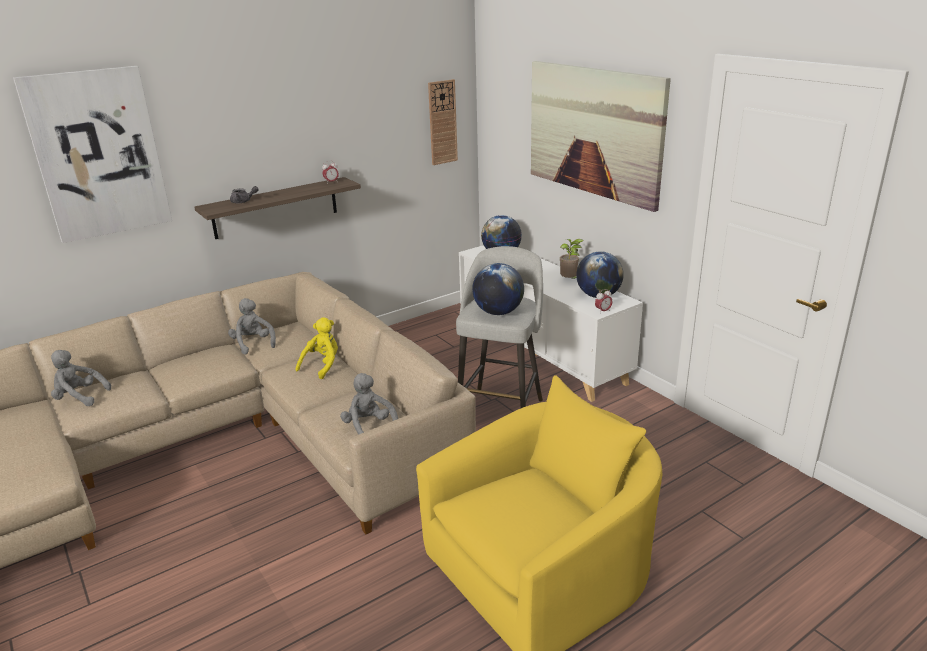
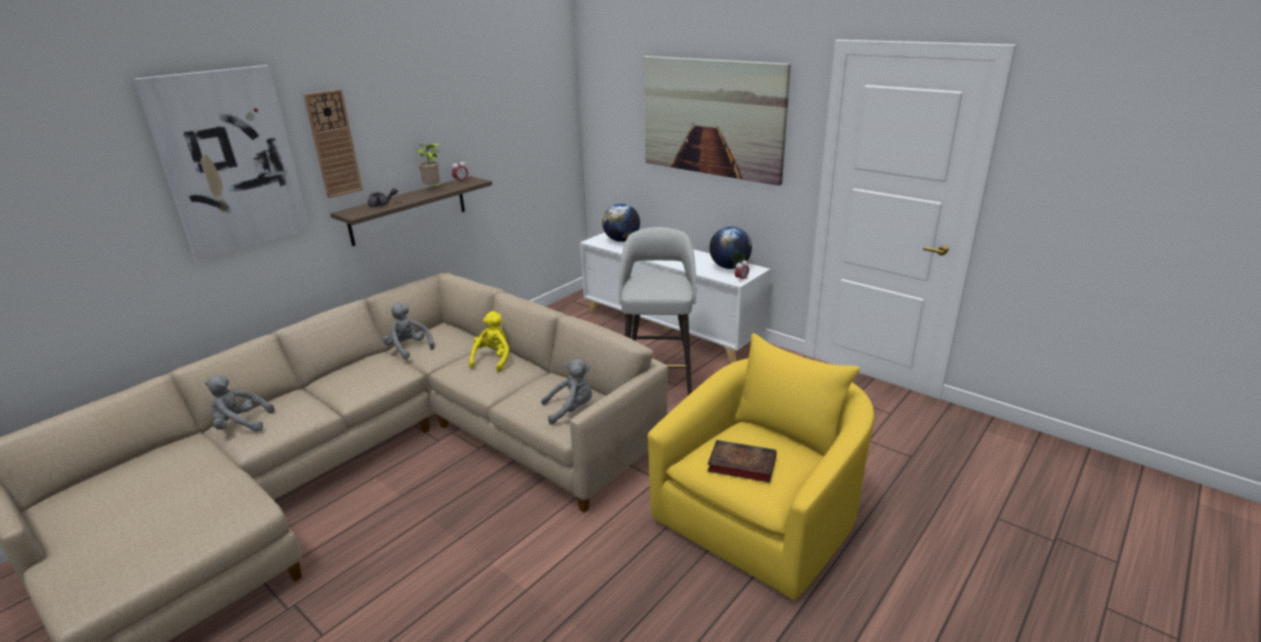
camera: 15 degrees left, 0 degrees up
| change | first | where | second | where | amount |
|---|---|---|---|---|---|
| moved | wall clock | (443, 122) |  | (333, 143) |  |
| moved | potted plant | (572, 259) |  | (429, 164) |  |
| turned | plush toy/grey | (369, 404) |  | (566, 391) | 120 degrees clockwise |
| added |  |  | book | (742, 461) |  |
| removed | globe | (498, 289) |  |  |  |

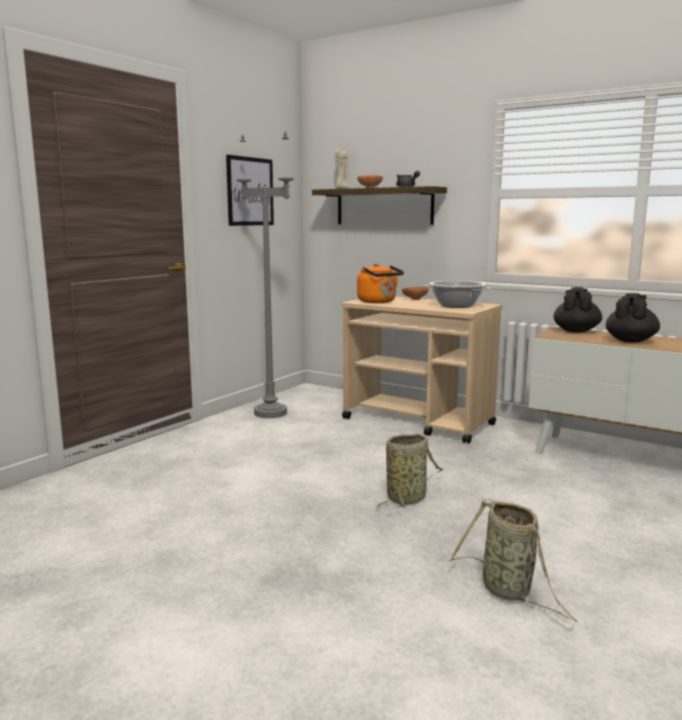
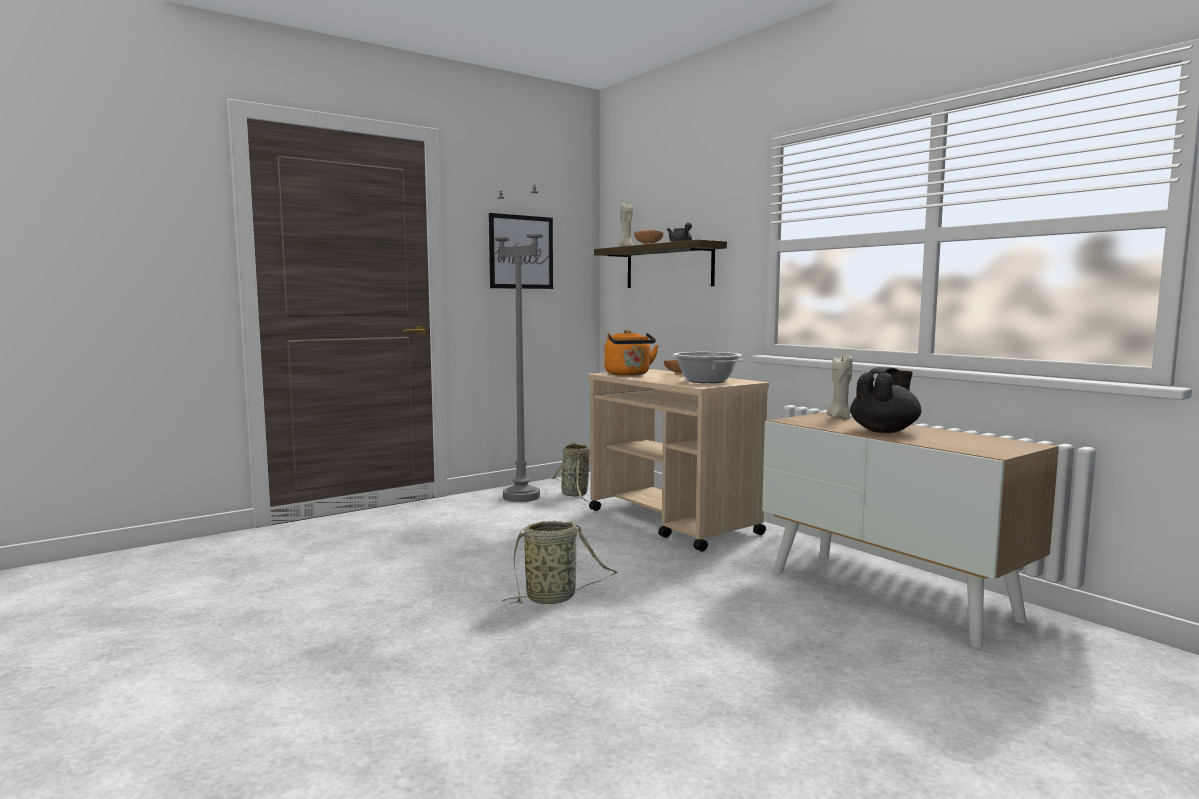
camera: 20 degrees right, 5 degrees down
| change | first | where | second | where | amount |
|---|---|---|---|---|---|
| moved | basket | (513, 560) |  | (571, 472) |  |
| replaced | teapot/black | (577, 310) | candle/beige | (839, 387) |  |

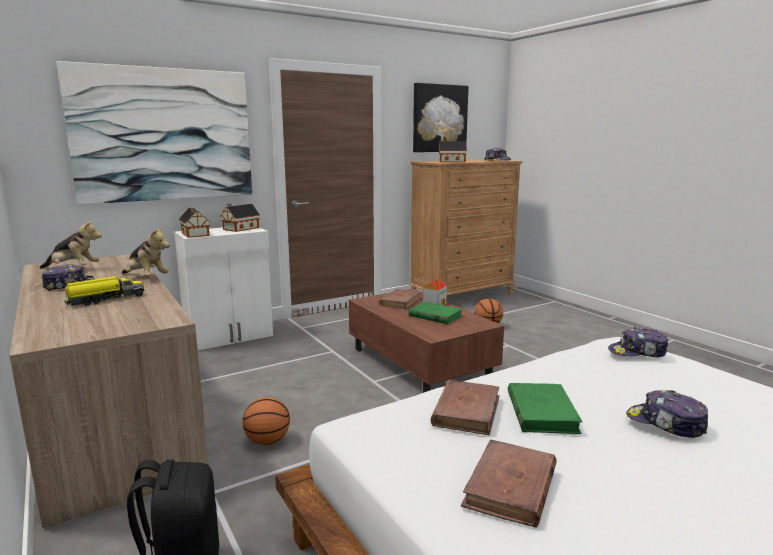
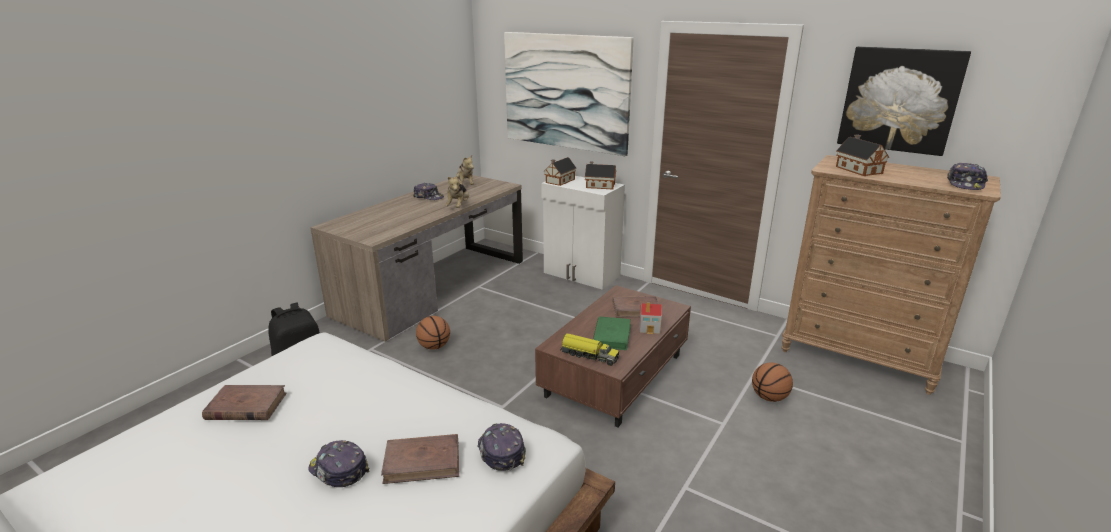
camera: 65 degrees right, 10 degrees up
| change | first | where | second | where | amount |
|---|---|---|---|---|---|
| turned | cap | (667, 414) |  | (338, 463) | 75 degrees counterclockwise |
| moved | book/brown | (465, 407) |  | (420, 459) |  |
| moved | toy truck | (103, 291) |  | (589, 349) |  |
| removed | book/green | (545, 408) |  |  |  |

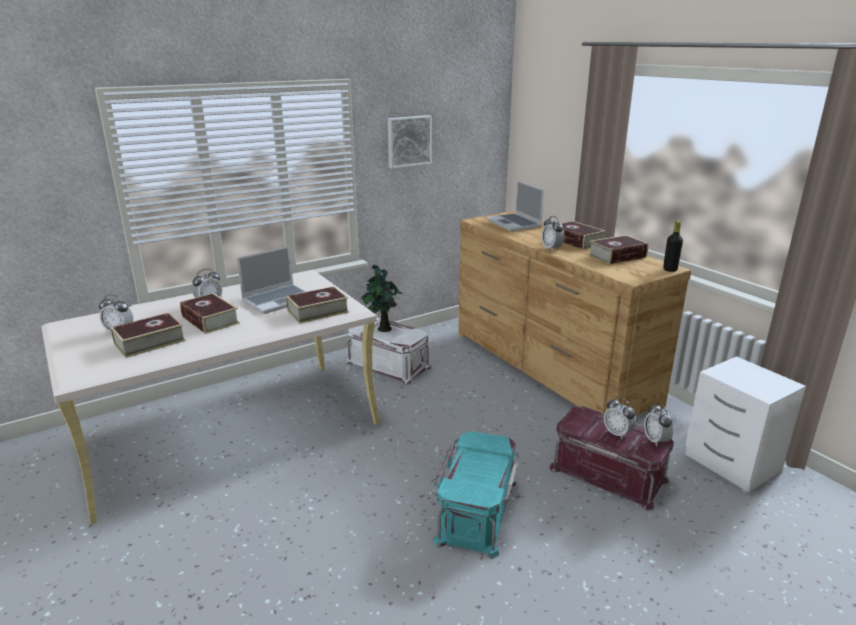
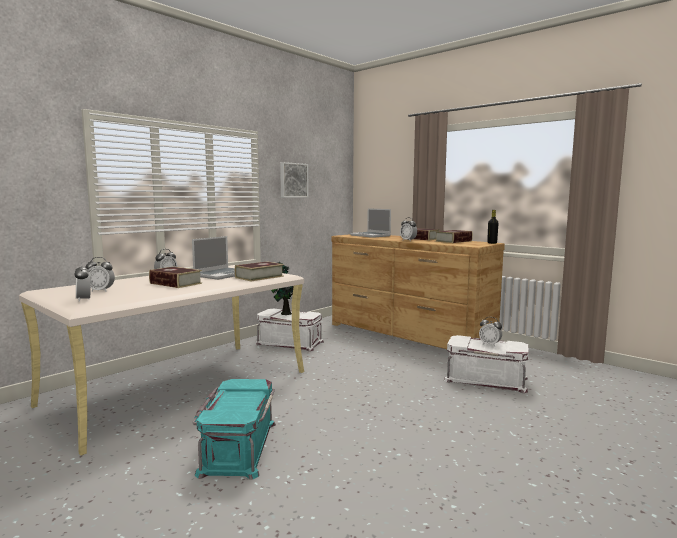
camera: 15 degrees left, 15 degrees down
| change | first | where | second | where | amount |
|---|---|---|---|---|---|
| moved | alarm clock | (659, 425) |  | (83, 282) |  |
| moved | storage box/turquoise | (475, 495) |  | (234, 429) |  |
| recoloured | storage box/red | (611, 458) | storage box/white | (486, 364) |  |
| removed | book | (148, 335) |  |  |  |
| removed | nightstand/white | (745, 424) |  |  |  |

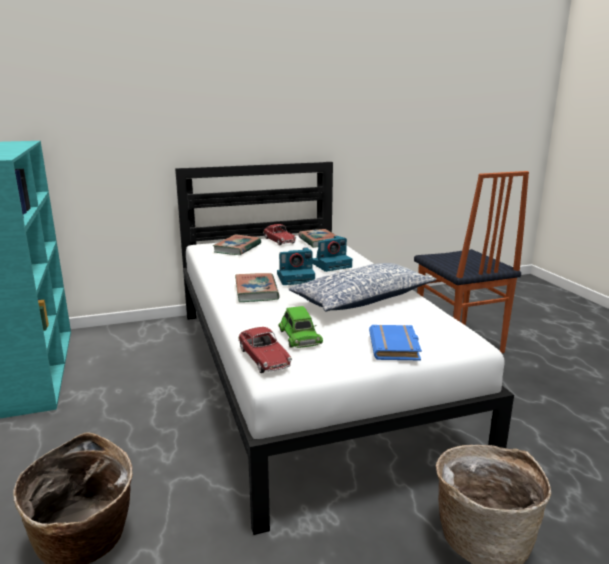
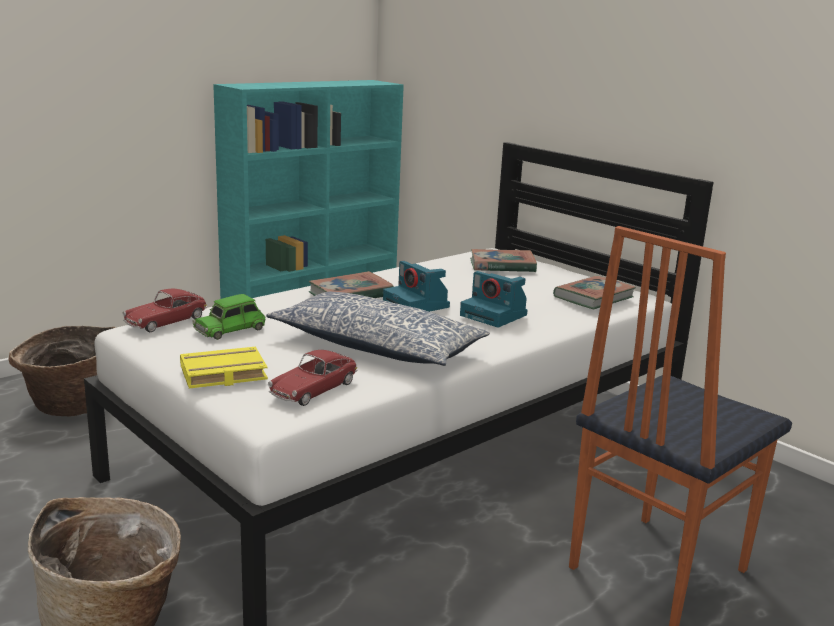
camera: 65 degrees right, 0 degrees up
| change | first | where | second | where | amount |
|---|---|---|---|---|---|
| recoloured | book/blue | (395, 342) | book/yellow | (224, 367) |  |
| moved | toy car | (279, 235) |  | (312, 378) |  |

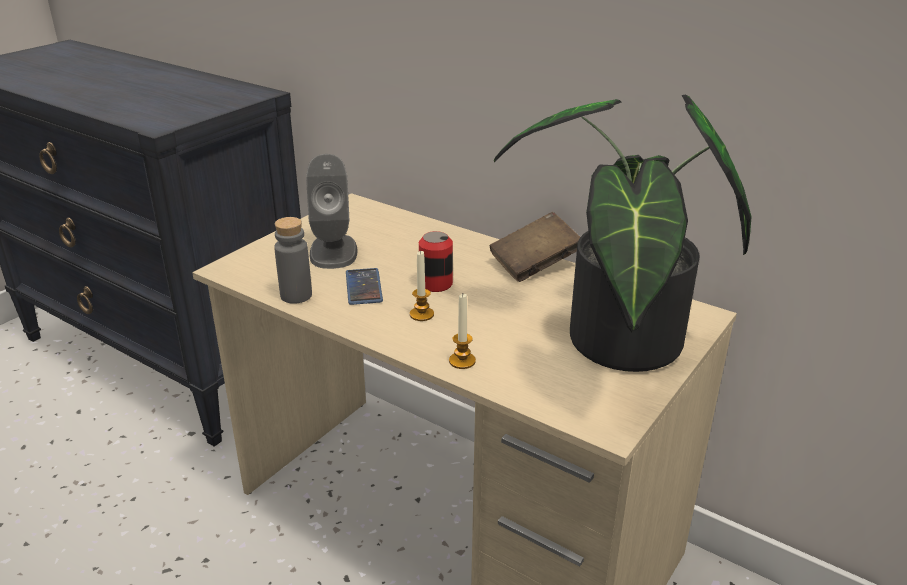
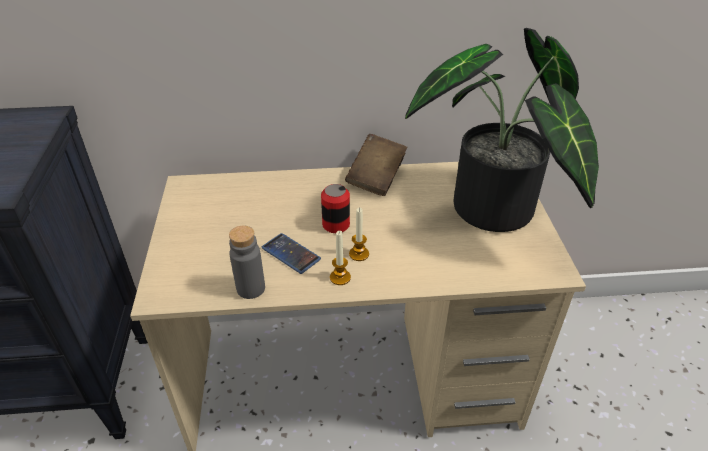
camera: 40 degrees left, 10 degrees up
| change | first | where | second | where | amount |
|---|---|---|---|---|---|
| moved | candle | (462, 331) |  | (340, 258) |  |
| removed | speaker/grey | (332, 211) |  |  |  |

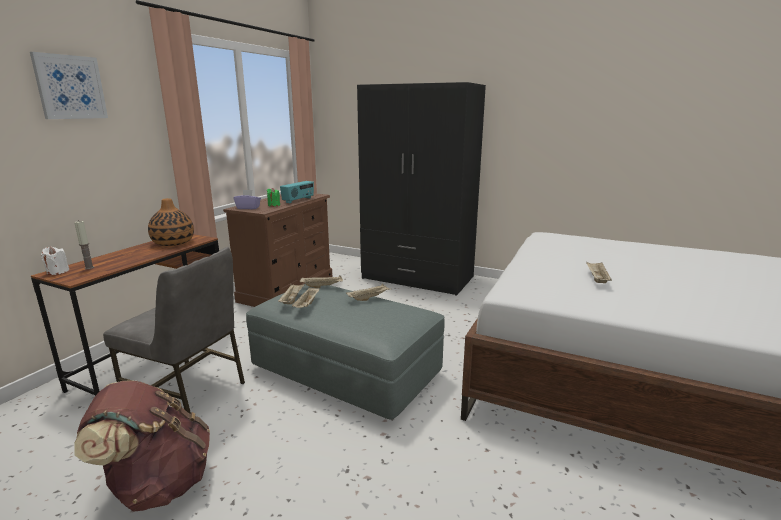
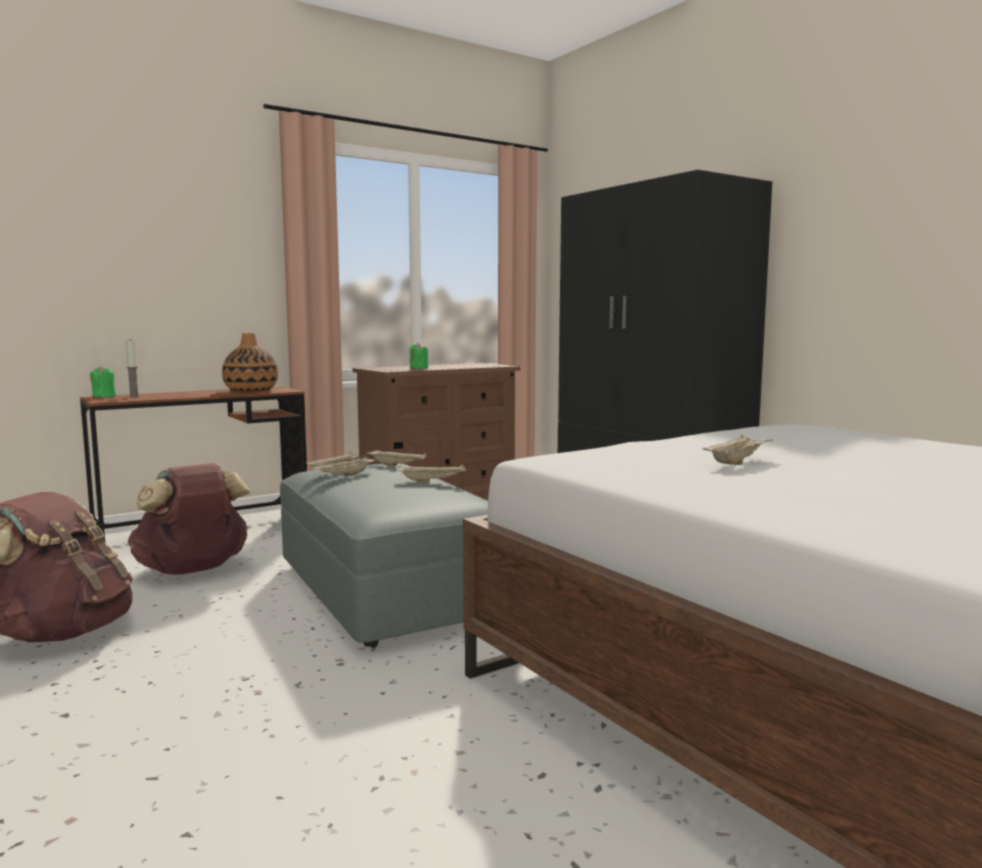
camera: 30 degrees right, 10 degrees down
| change | first | where | second | where | amount |
|---|---|---|---|---|---|
| recoloured | candle/white | (55, 261) | candle/green | (103, 382) |  |
| replaced | chair/grey | (174, 330) | backpack/brown | (189, 519) |  |
| removed | picture | (69, 85) |  |  |  |
| removed | tissue box/purple | (247, 199) |  |  |  |
| removed | radio | (297, 192) |  |  |  |

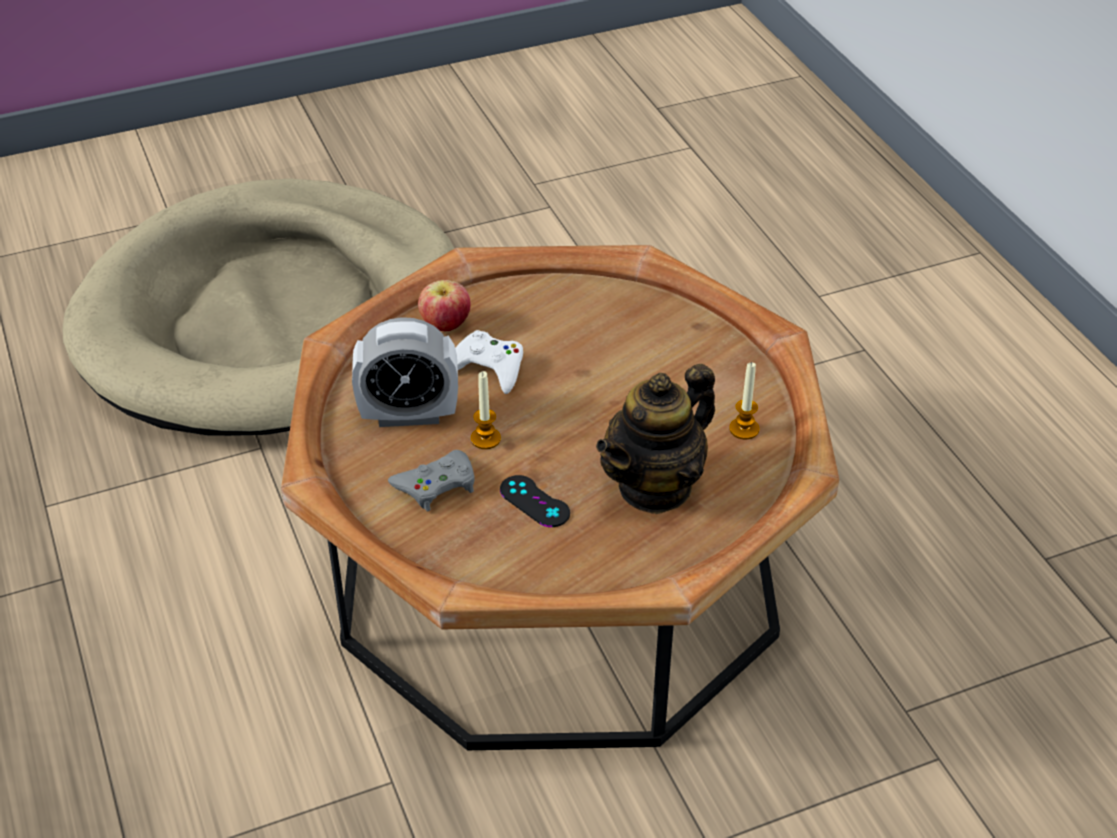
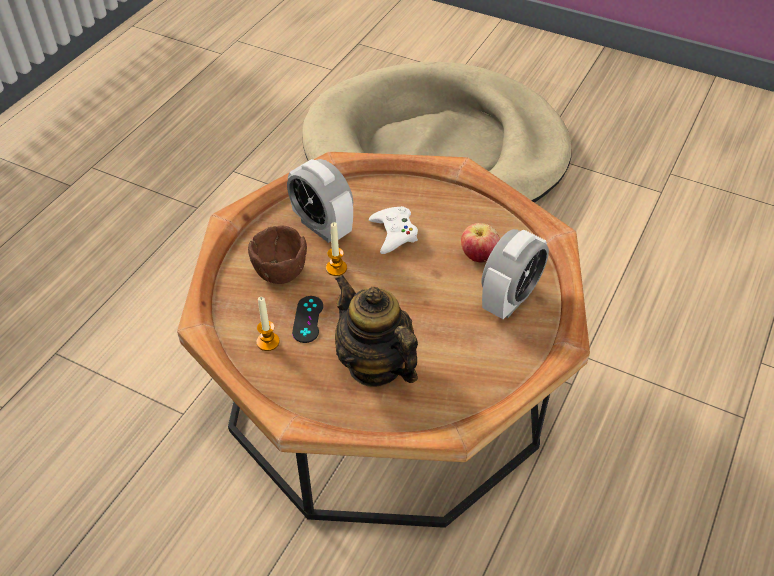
camera: 50 degrees right, 5 degrees up
| change | first | where | second | where | amount |
|---|---|---|---|---|---|
| replaced | game controller/grey | (431, 480) | bowl/brown | (277, 255) |  |
| moved | candle | (744, 401) |  | (268, 324) |  |
| turned | teapot | (655, 439) |  | (376, 331) | 45 degrees clockwise |
| moved | apple | (444, 305) |  | (480, 243) |  |
| added |  |  | alarm clock | (515, 274) |  |

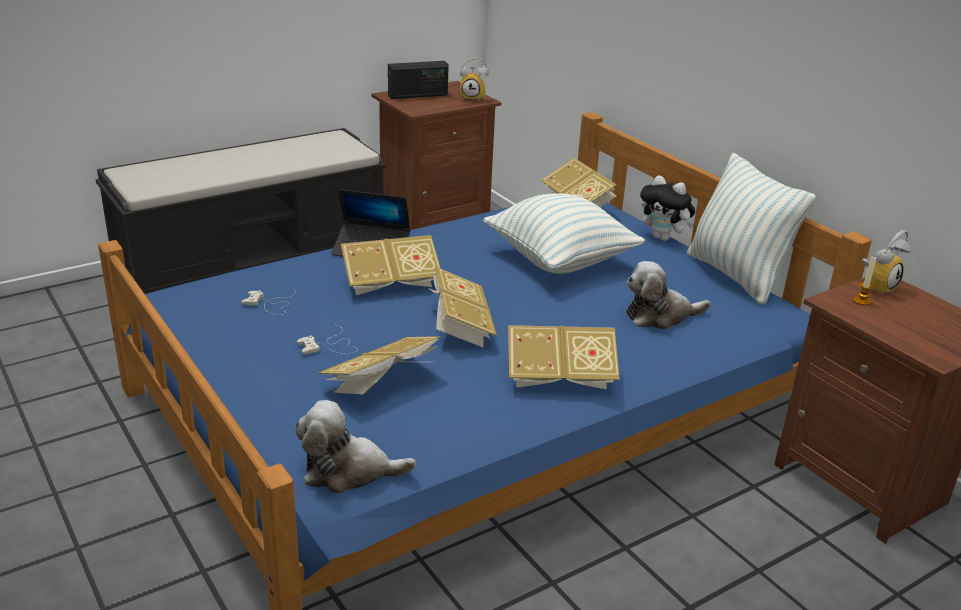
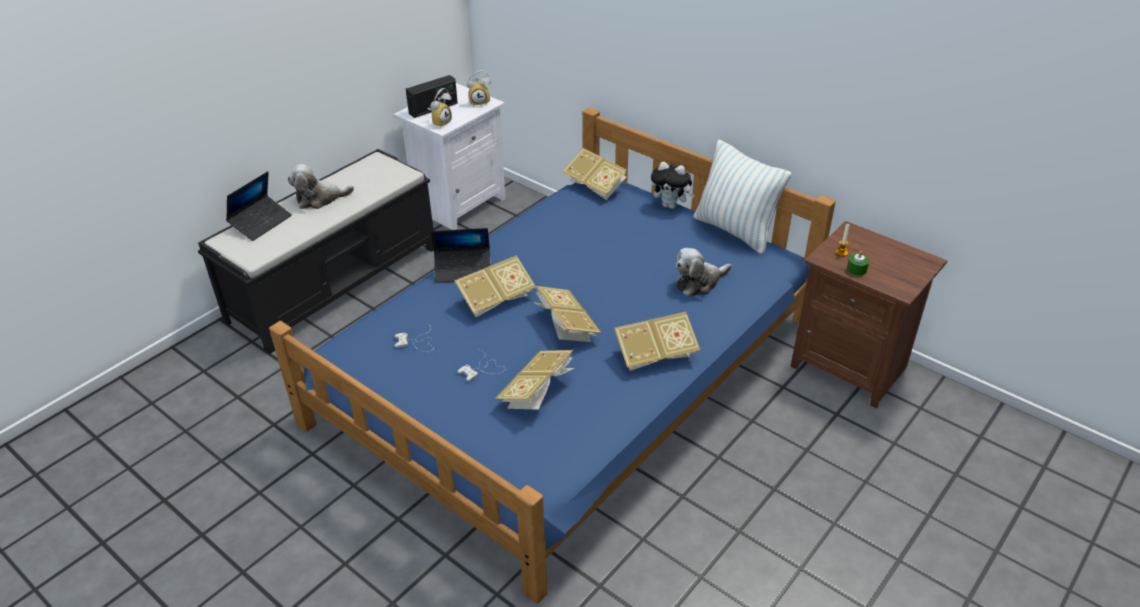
camera: 15 degrees left, 10 degrees up
| change | first | where | second | where | amount |
|---|---|---|---|---|---|
| added |  |  | laptop | (259, 206) |  |
| moved | plush toy | (355, 447) |  | (321, 186) |  |
| recoloured | nightstand/brown | (436, 155) | nightstand/white | (450, 156) |  |
| moved | alarm clock | (886, 263) |  | (440, 107) |  |
| added |  |  | candle/green | (858, 263) |  |
| removed | pillow | (564, 233) |  |  |  |

